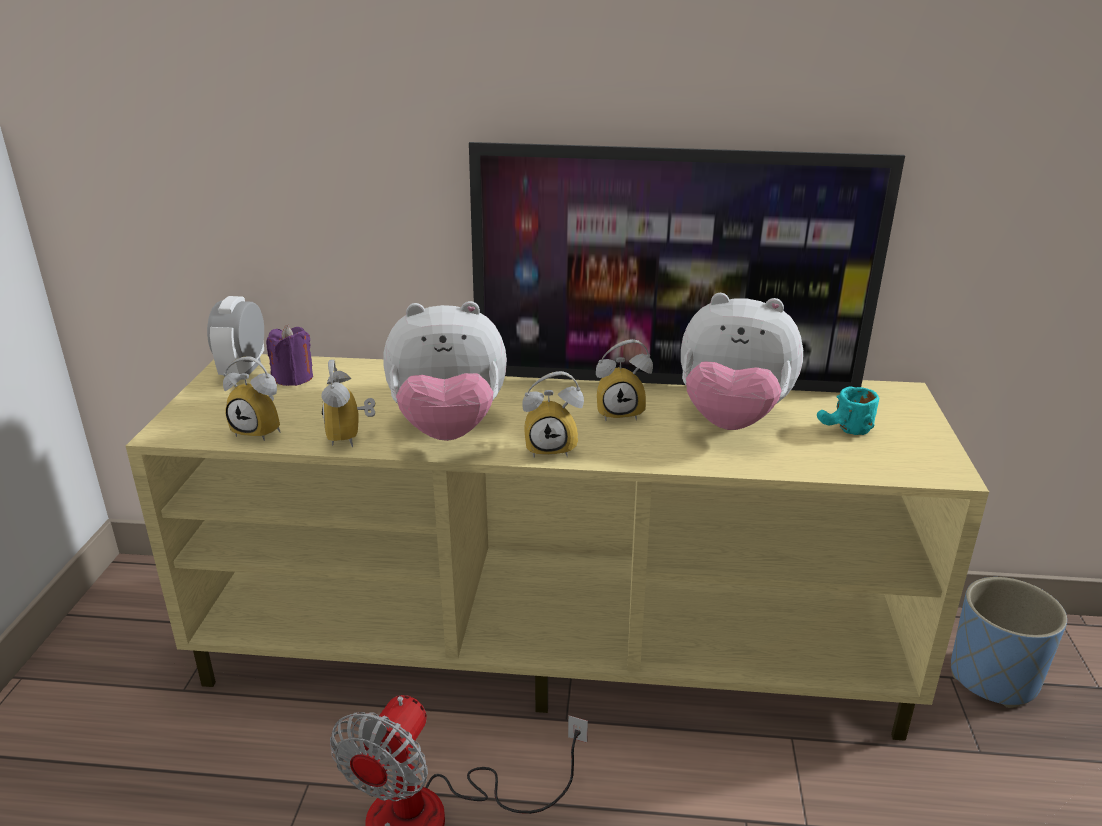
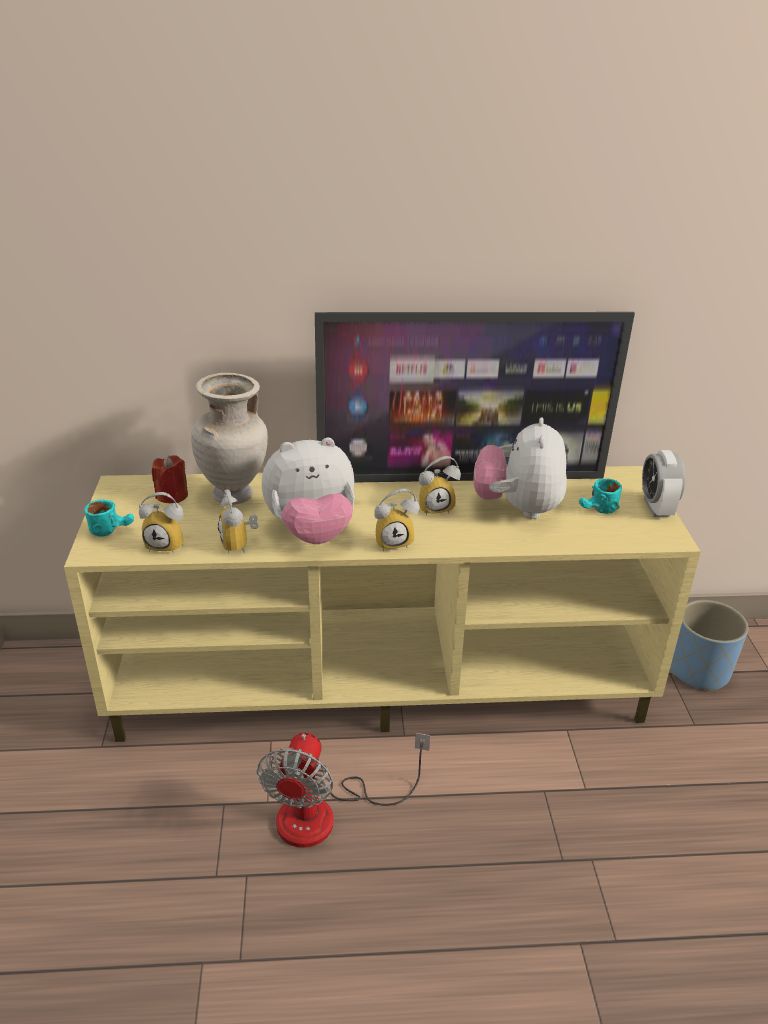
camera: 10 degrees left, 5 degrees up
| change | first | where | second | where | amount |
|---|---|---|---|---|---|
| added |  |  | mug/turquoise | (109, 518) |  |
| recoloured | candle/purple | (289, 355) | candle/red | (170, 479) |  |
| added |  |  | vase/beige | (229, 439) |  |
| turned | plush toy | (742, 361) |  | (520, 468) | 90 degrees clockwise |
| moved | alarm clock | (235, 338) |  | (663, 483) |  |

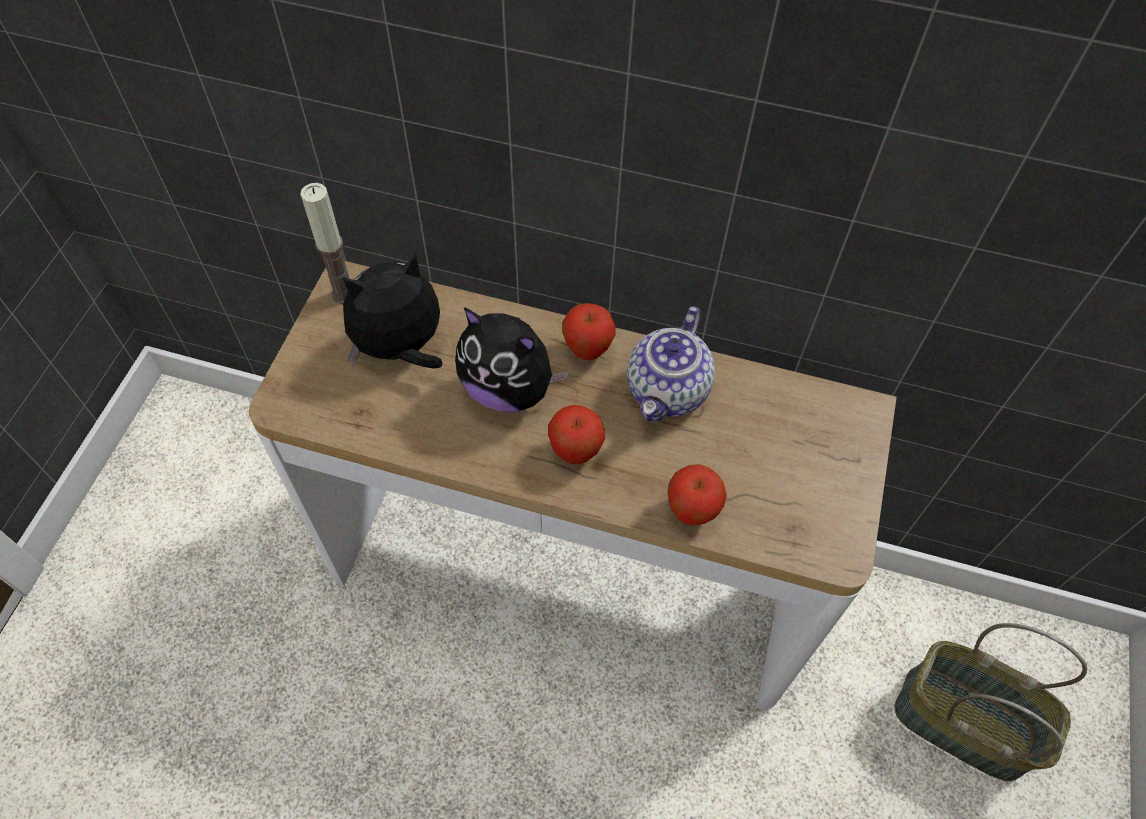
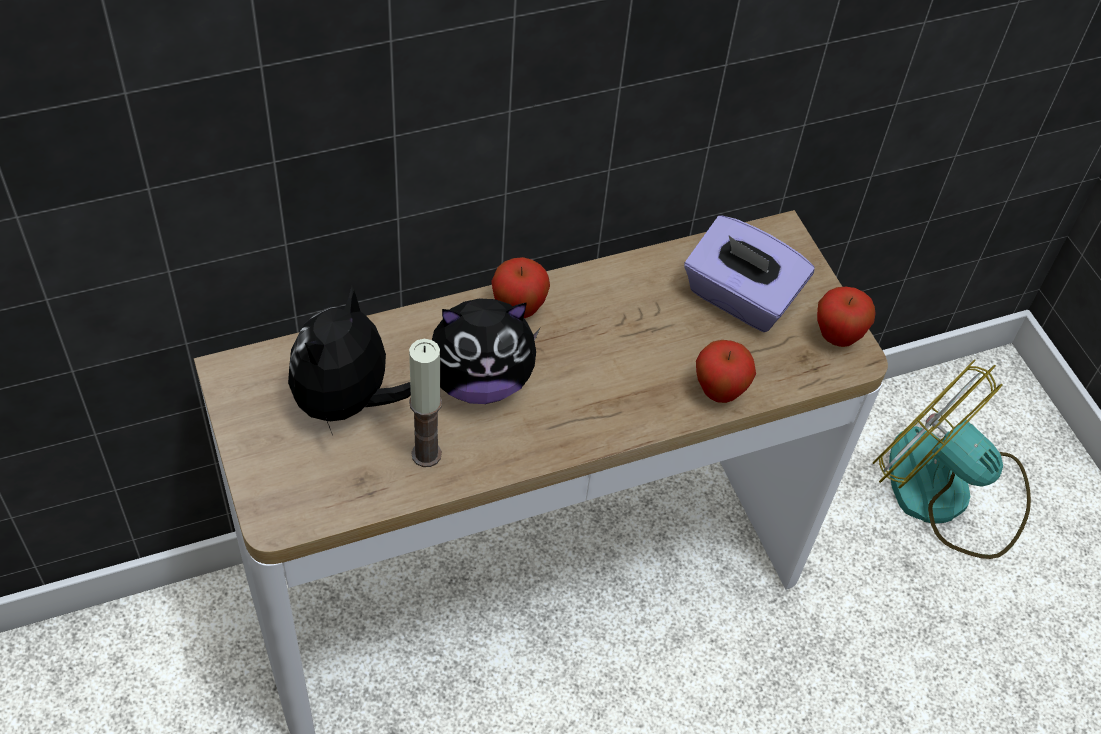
camera: 40 degrees left, 5 degrees down
| change | first | where | second | where | amount |
|---|---|---|---|---|---|
| moved | candle | (325, 243) |  | (425, 403) |  |
| added |  |  | tissue box/purple | (749, 273) |  |
| moved | apple | (576, 434) |  | (846, 317) |  |
| replaced | basket | (990, 702) | fan | (952, 459) |  |
| removed | teapot | (671, 363) |  |  |  |

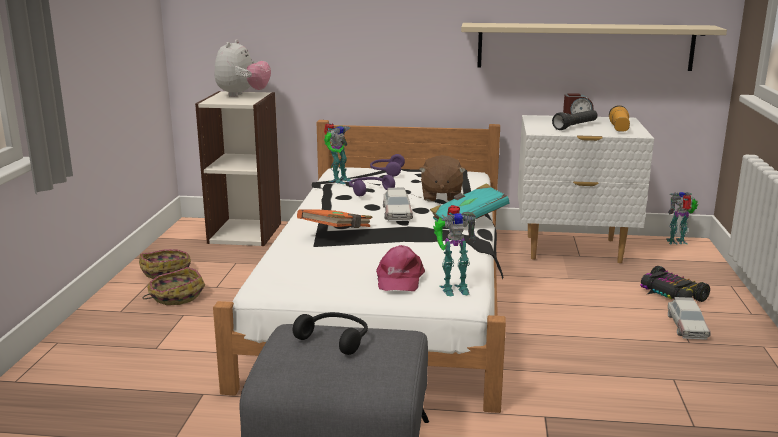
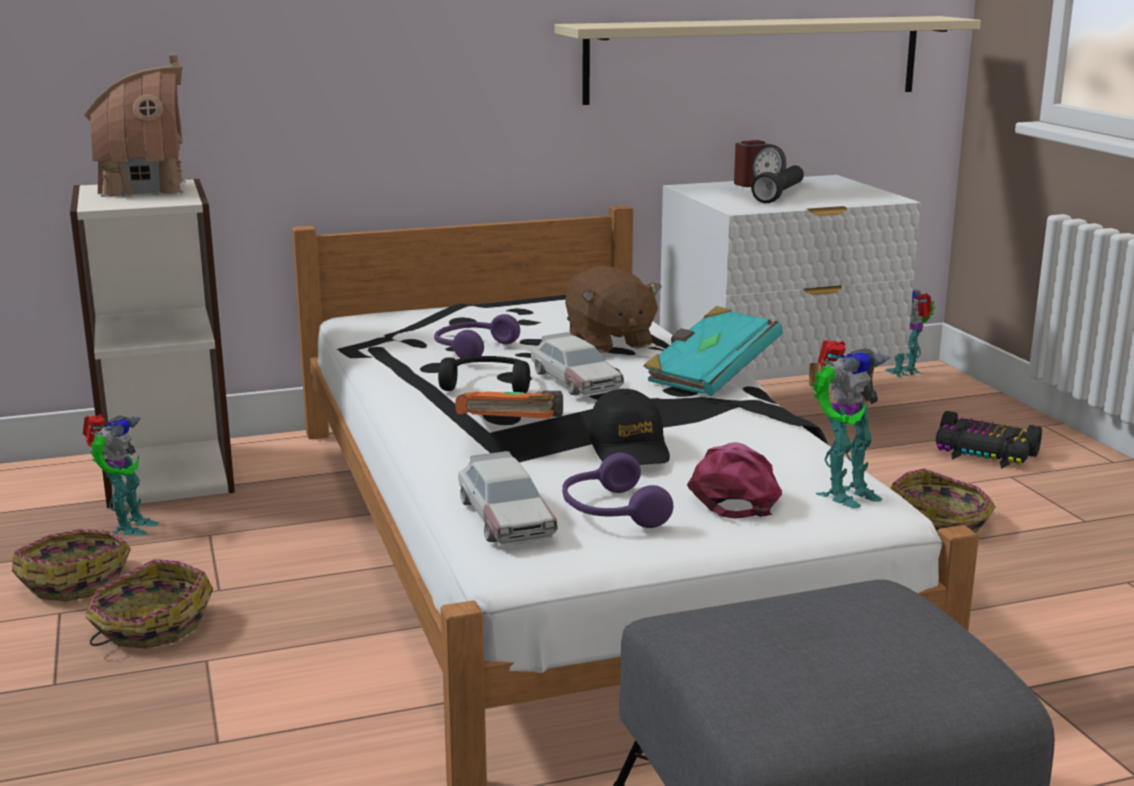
camera: 25 degrees left, 0 degrees up
| change | first | where | second | where | amount |
|---|---|---|---|---|---|
| moved | toy robot | (337, 153) |  | (120, 475) |  |
| replaced | plush toy | (243, 68) | toy house | (135, 125) |  |
| moved | headphones/black | (330, 333) |  | (484, 374) |  |
| moved | toy car | (689, 318) |  | (508, 498) |  |
| moved | headphones/purple | (387, 165) |  | (617, 490) |  |
| added |  |  | cap/black | (629, 427) |  |
| turned | cap/pink | (400, 268) |  | (734, 480) | 150 degrees counterclockwise |
| added |  |  | basket | (943, 500) |  |
| removed | flashlight | (619, 118) |  |  |  |

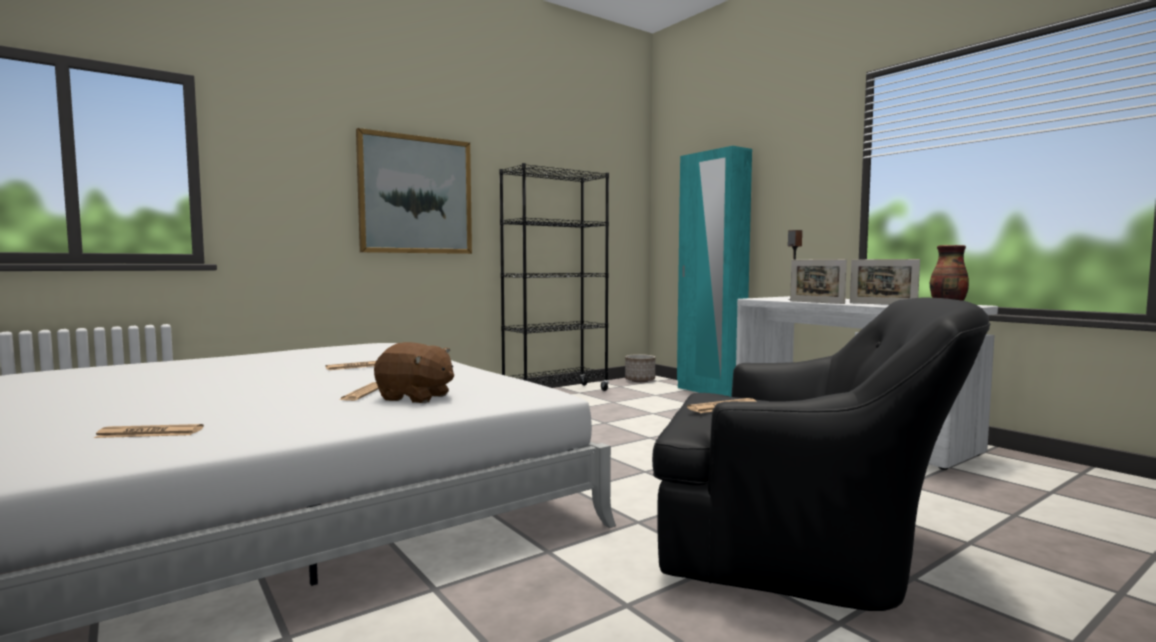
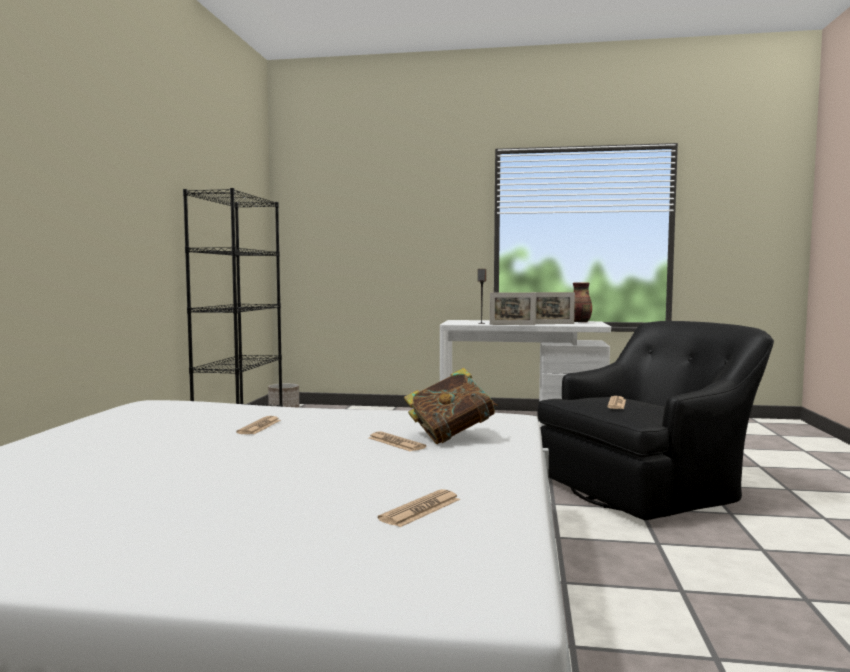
camera: 45 degrees left, 0 degrees up
| change | first | where | second | where | amount |
|---|---|---|---|---|---|
| replaced | plush toy/brown | (414, 372) | book | (450, 406) |  |
| removed | picture | (414, 191) |  |  |  |
| removed | wardrobe/turquoise | (714, 271) |  |  |  |

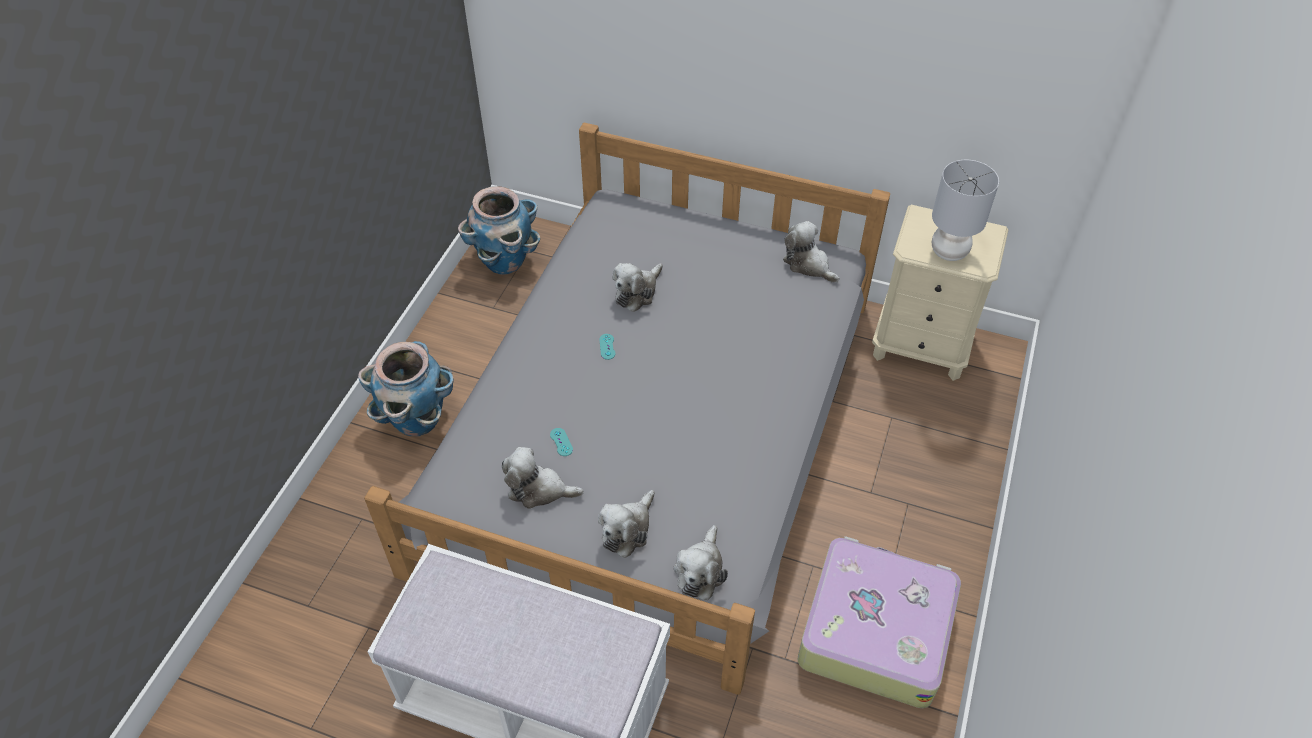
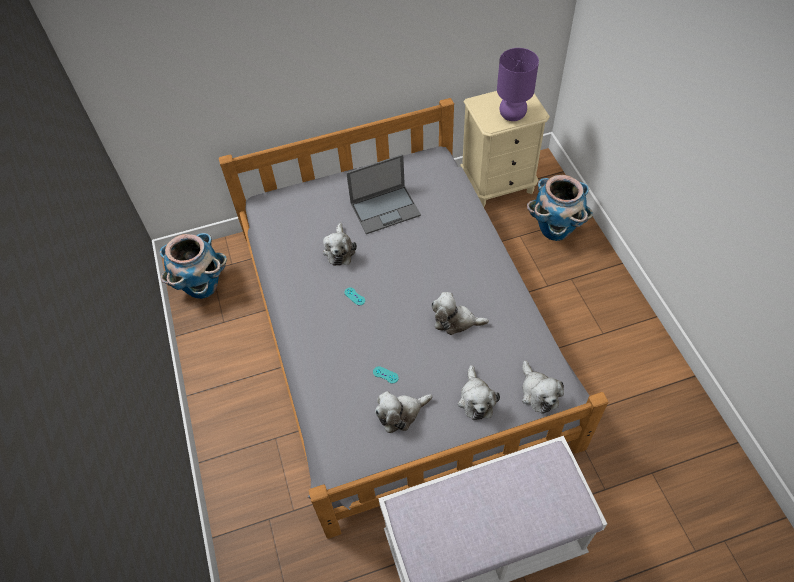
camera: 35 degrees left, 5 degrees up
| change | first | where | second | where | amount |
|---|---|---|---|---|---|
| added |  |  | laptop | (383, 194) |  |
| moved | plush toy | (811, 252) |  | (460, 313) |  |
| recoloured | table lamp/grey | (965, 210) | table lamp/purple | (518, 84) |  |
| moved | planter | (406, 388) |  | (560, 208) |  |
| removed | suitcase | (879, 622) |  |  |  |

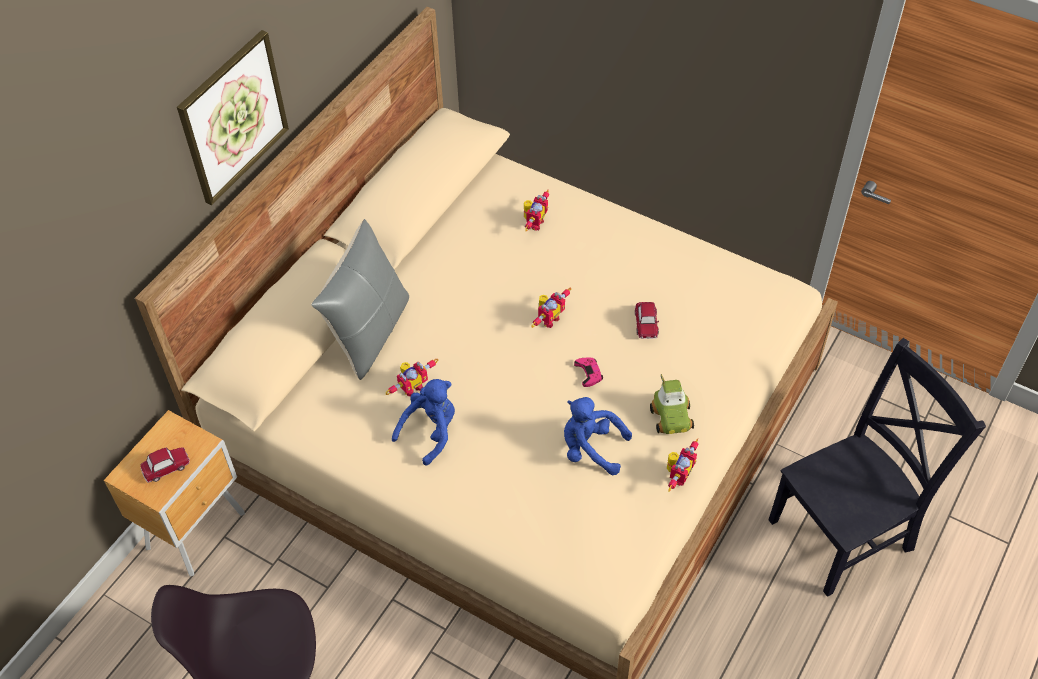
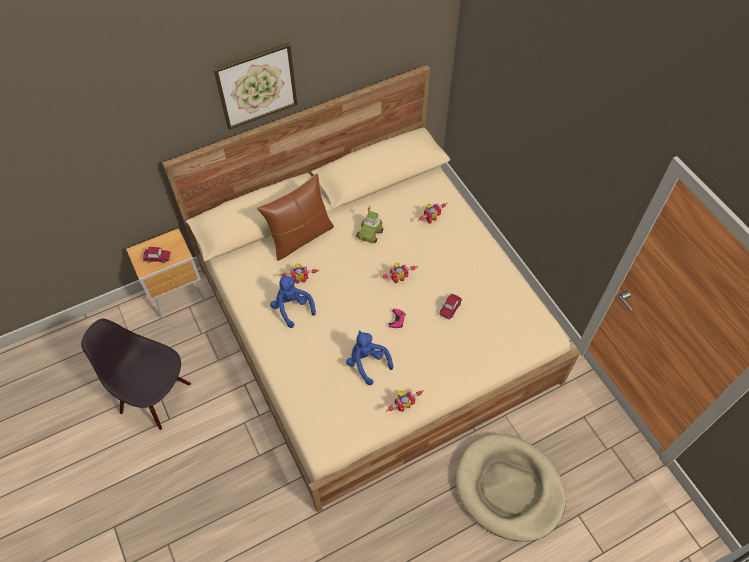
camera: 30 degrees right, 5 degrees up
| change | first | where | second | where | amount |
|---|---|---|---|---|---|
| recoloured | pillow/grey | (360, 299) | pillow/brown | (295, 217) |  |
| turned | plush toy/blue | (423, 422) |  | (293, 301) | 105 degrees counterclockwise |
| moved | toy car | (672, 404) |  | (369, 224) |  |
| replaced | chair/black | (877, 467) | dog bed/beige | (511, 487) |  |

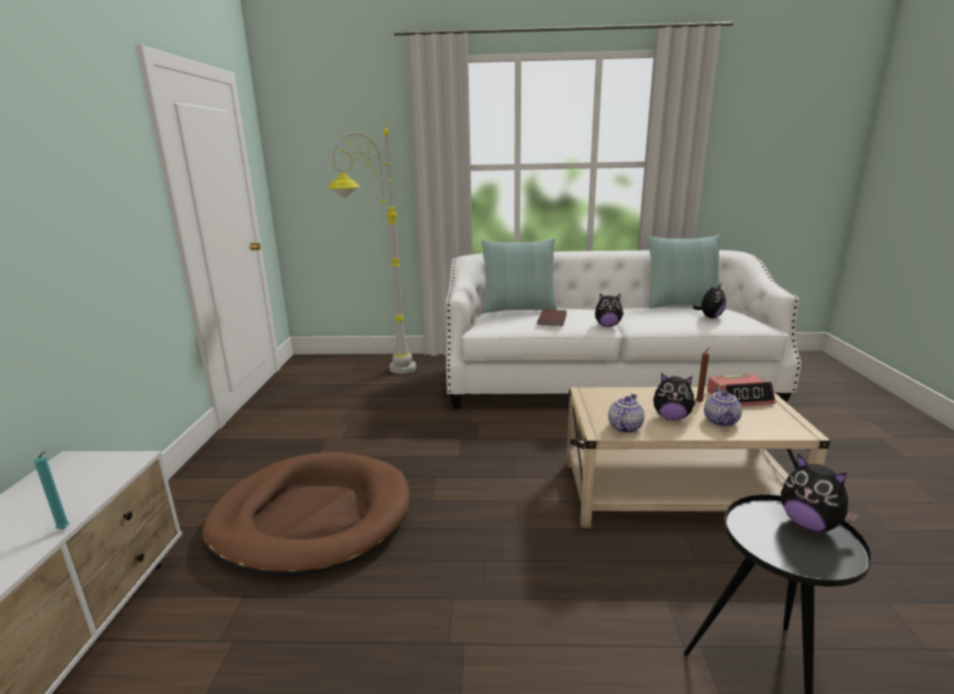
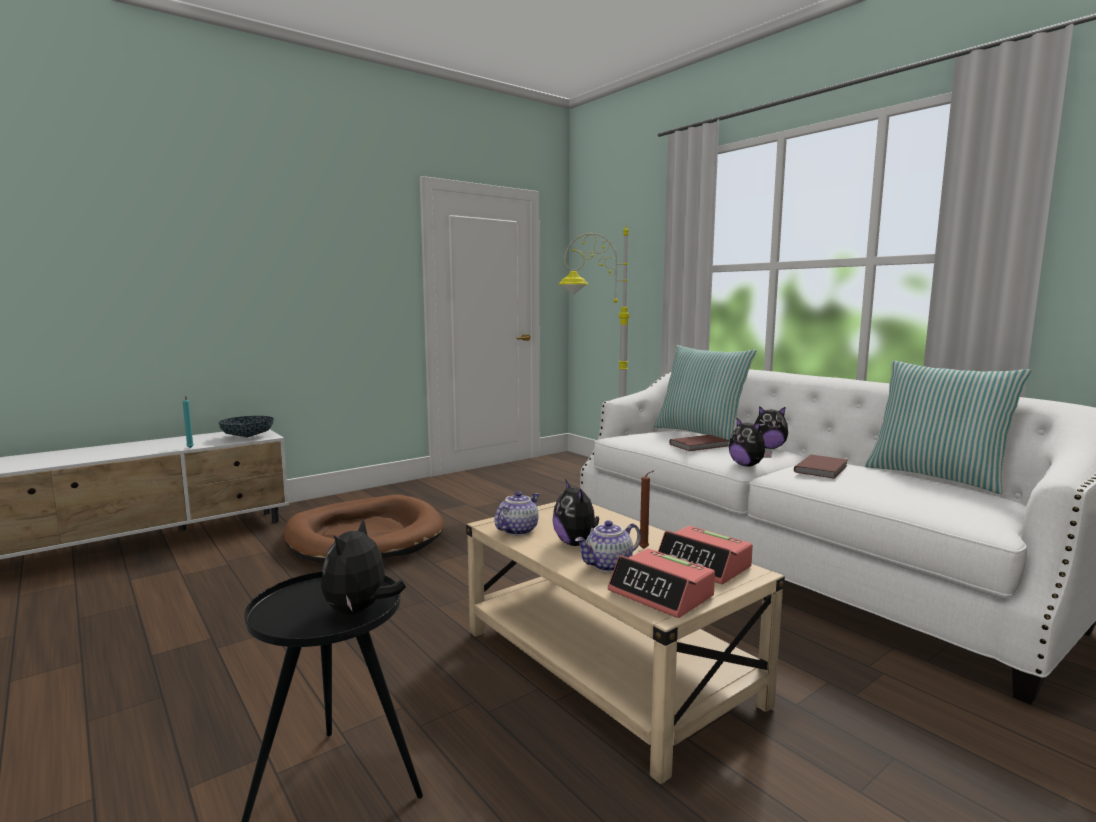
camera: 50 degrees right, 10 degrees down
| change | first | where | second | where | amount |
|---|---|---|---|---|---|
| added |  |  | bowl | (246, 426) |  |
| turned | teapot | (626, 413) |  | (516, 513) | 45 degrees counterclockwise |
| added |  |  | alarm clock | (661, 583) |  |
| moved | plush toy | (709, 301) |  | (771, 427) |  |
| added |  |  | book/brown | (821, 467) |  |

